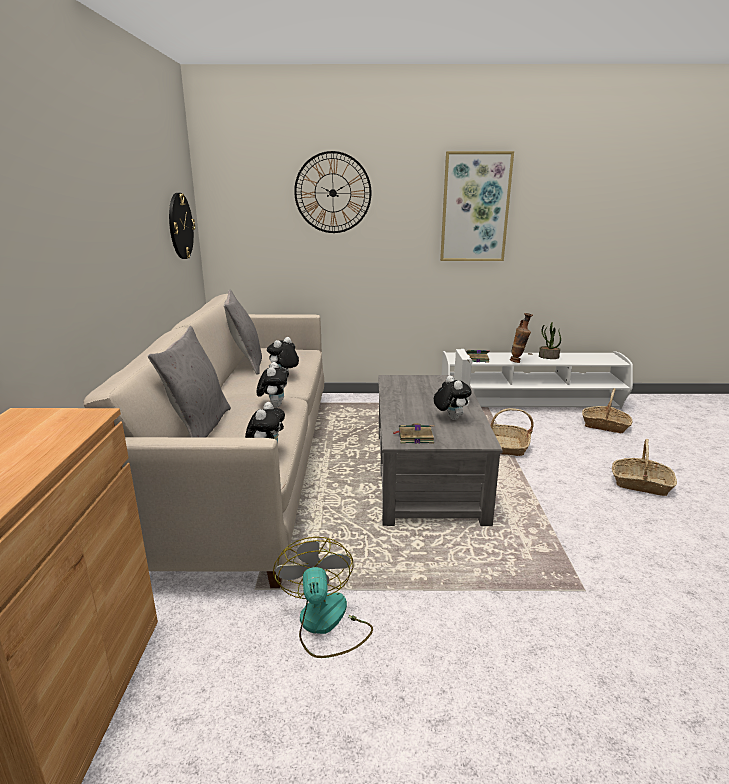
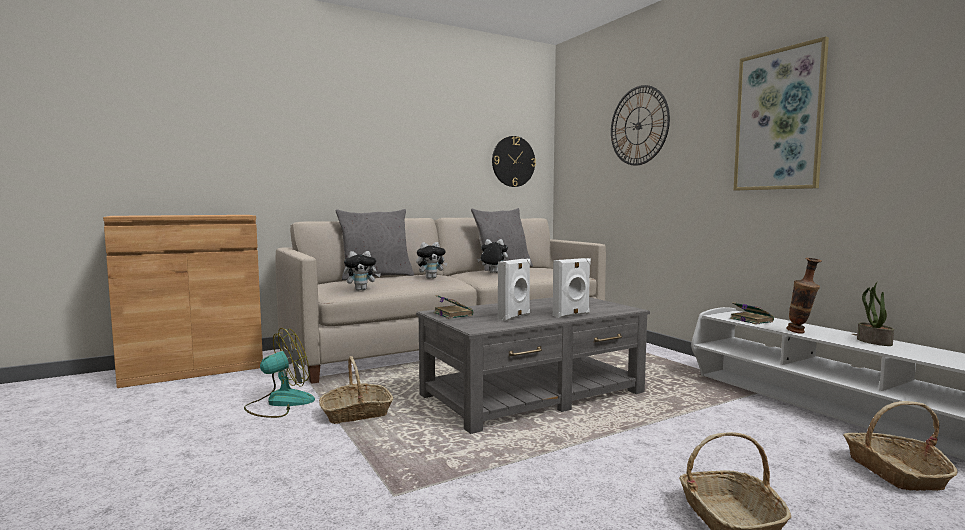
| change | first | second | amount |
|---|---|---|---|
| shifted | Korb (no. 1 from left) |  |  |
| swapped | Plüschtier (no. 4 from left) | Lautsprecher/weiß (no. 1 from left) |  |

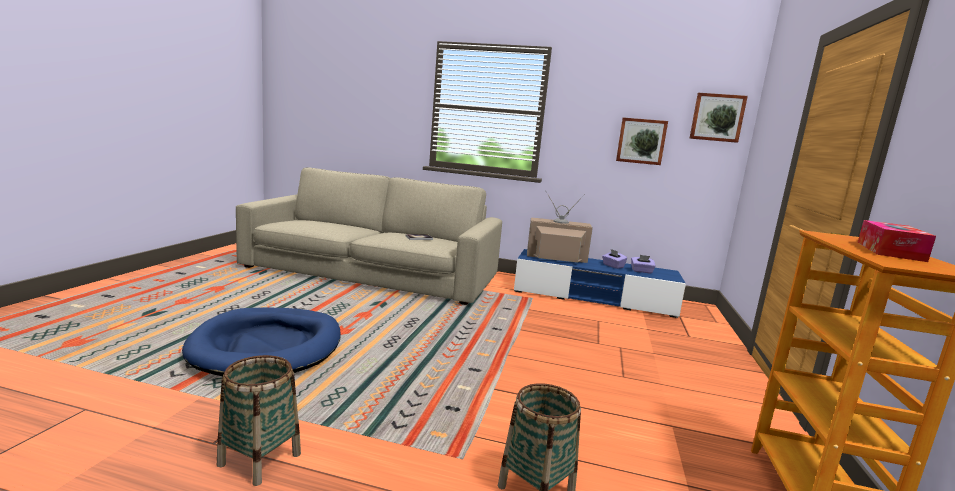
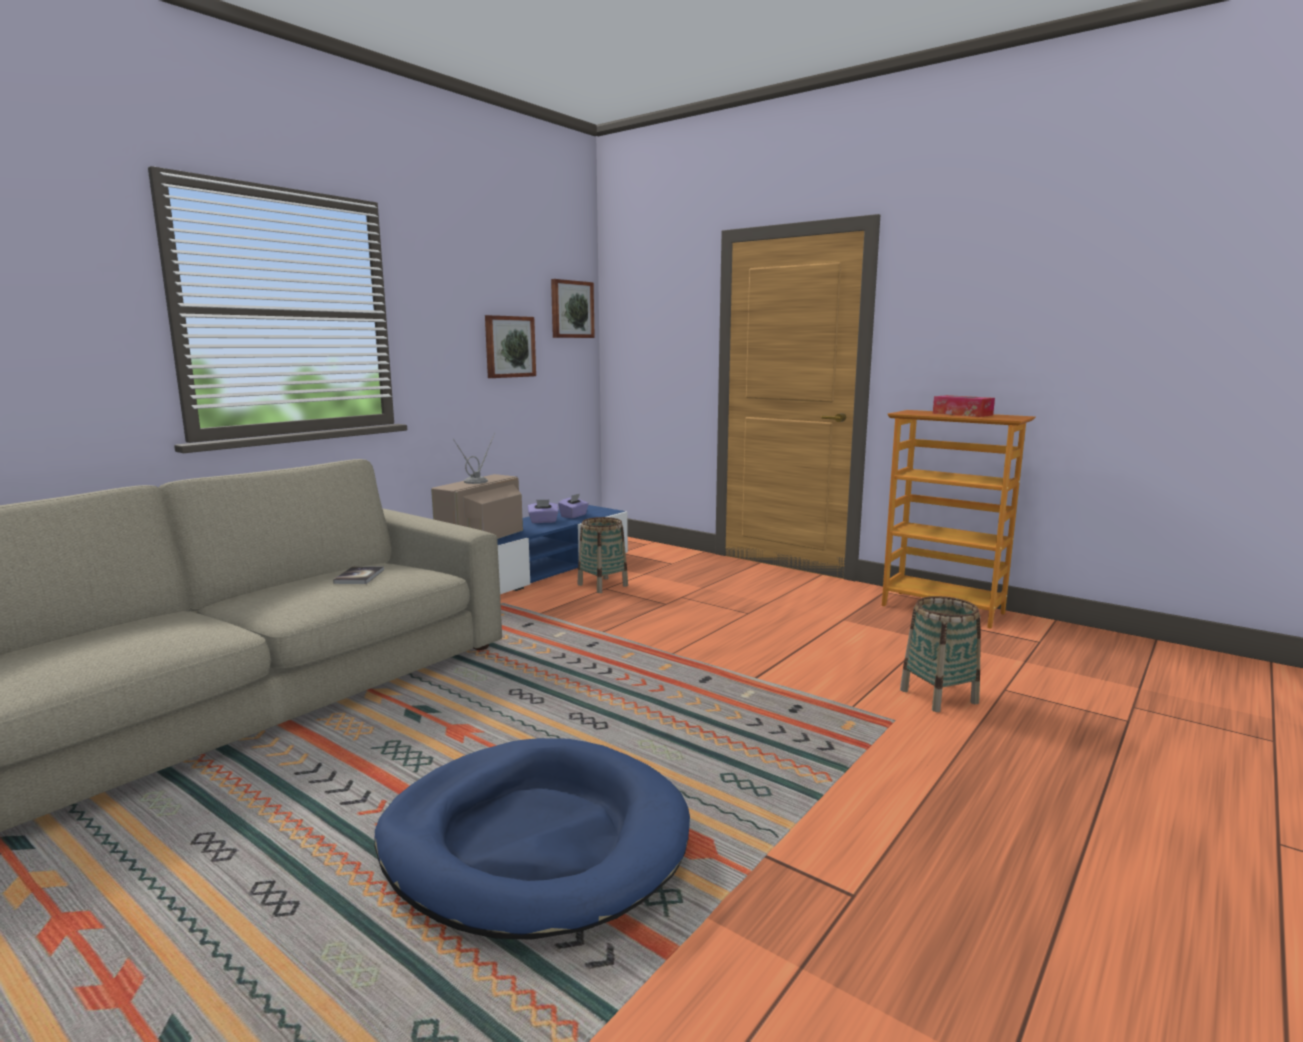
| change | first | second | amount |
|---|---|---|---|
| shifted | Korb (no. 1 from left) |  |  |

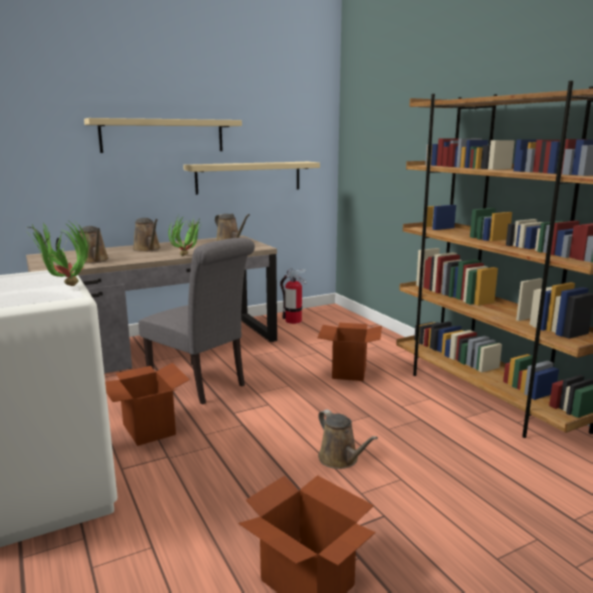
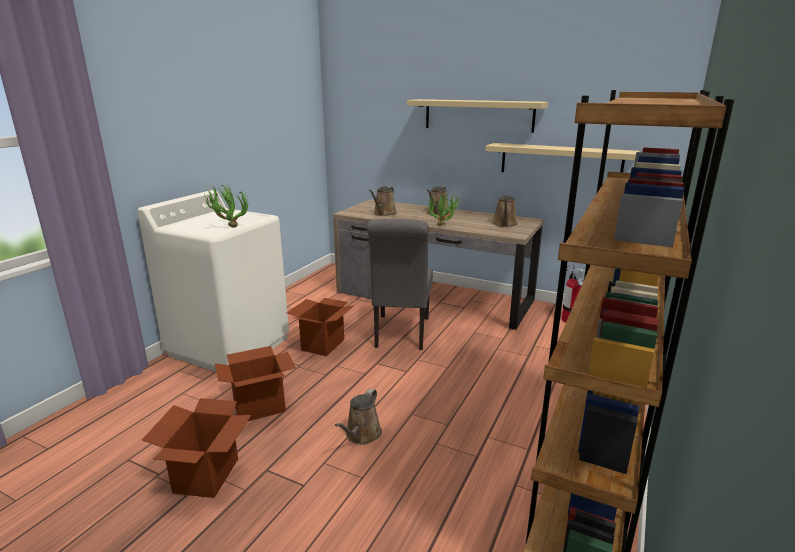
| change | first | second | amount |
|---|---|---|---|
| shifted | Karton (no. 3 from left in the first image) | Karton (no. 2 from left) |  |

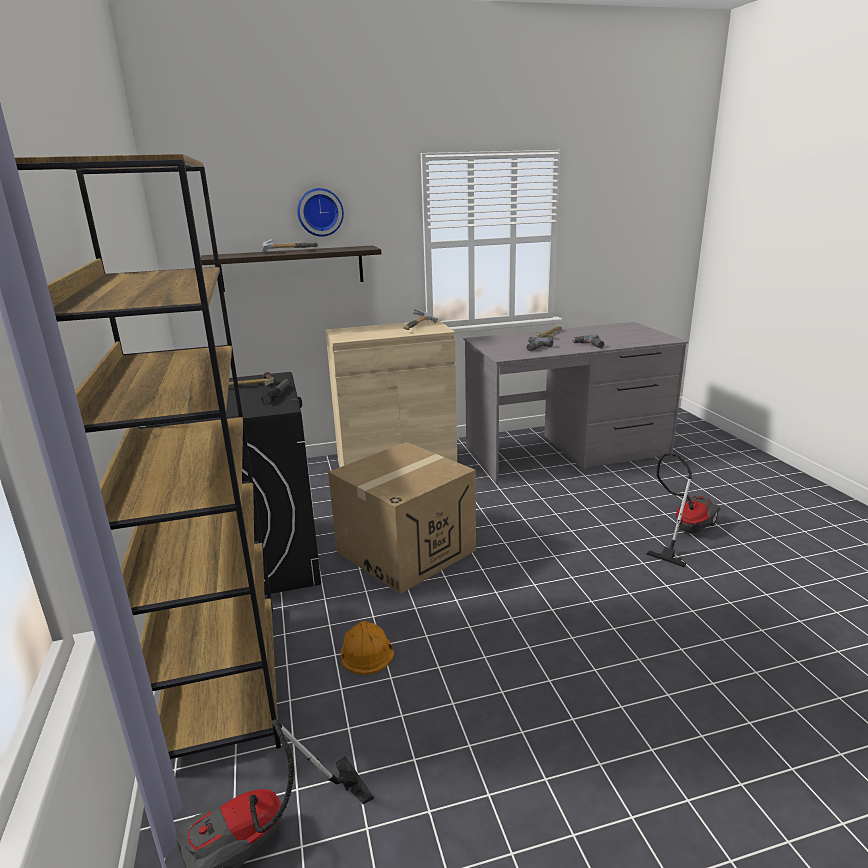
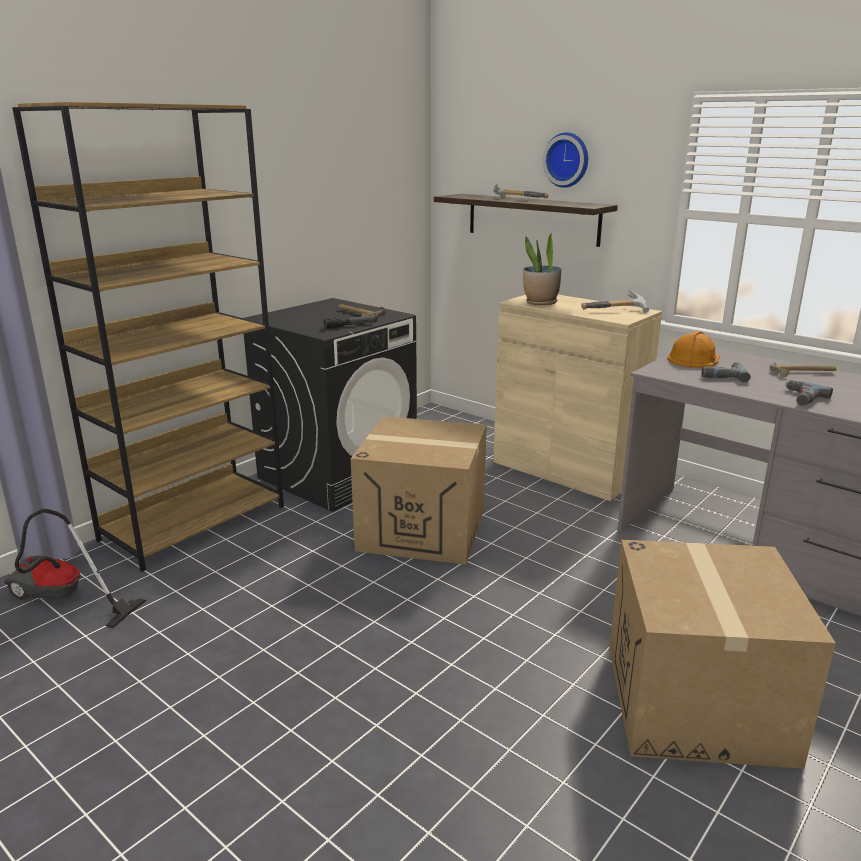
| change | first | second | amount |
|---|---|---|---|
| new |  | Topfpflanze |  |
| swapped | Staubsauger (no. 2 from left) | Karton (no. 2 from left) |  |
| shifted | Schutzhelm/orange |  |  |

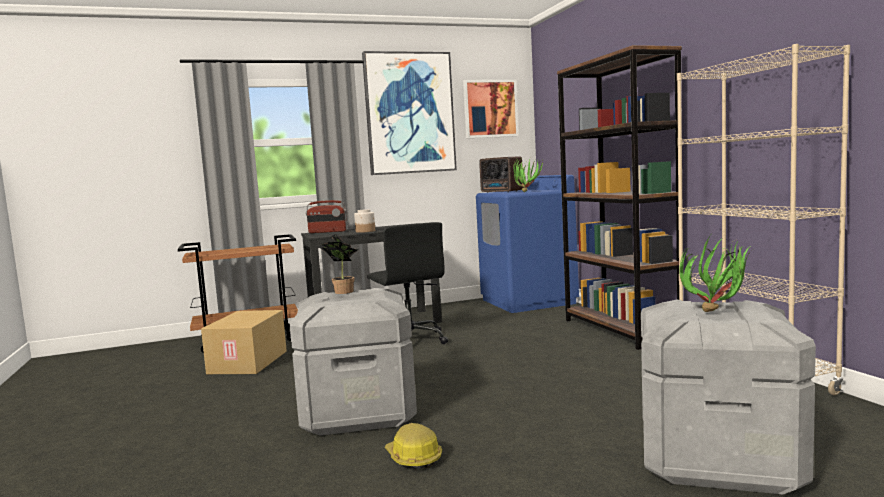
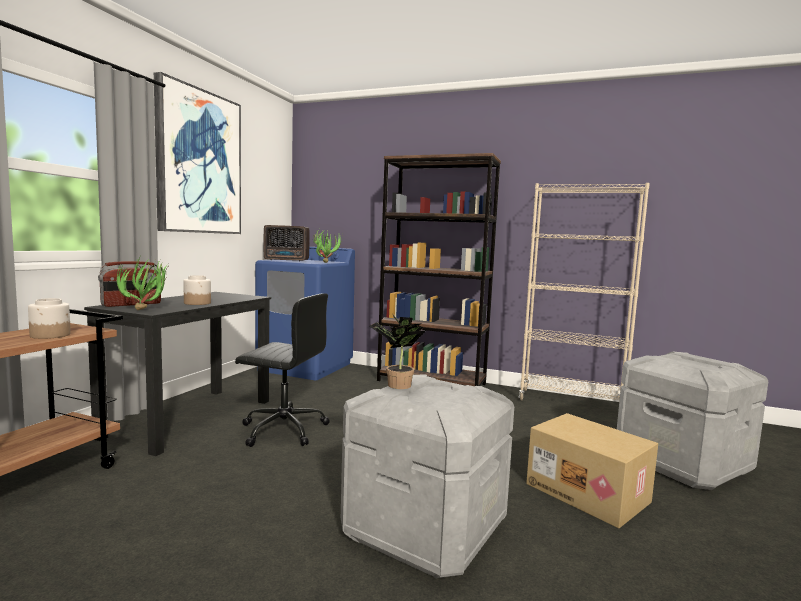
| change | first | second | amount |
|---|---|---|---|
| new |  | Vorratsglas (no. 1 from left) |  |
| shifted | Topfpflanze (no. 3 from left in the first image) | Topfpflanze (no. 1 from left) |  |
| shifted | Karton |  |  |
| gone | Schutzhelm |  |  |
| gone | Bild (no. 2 from left) |  |  |

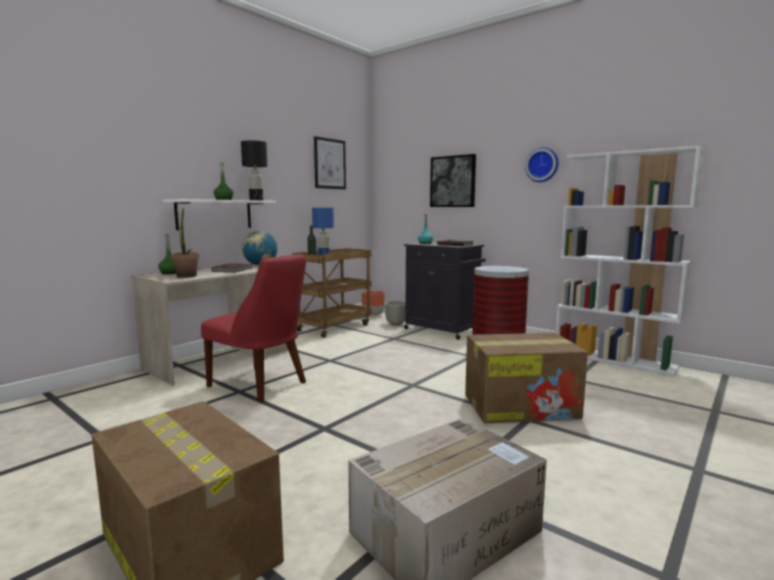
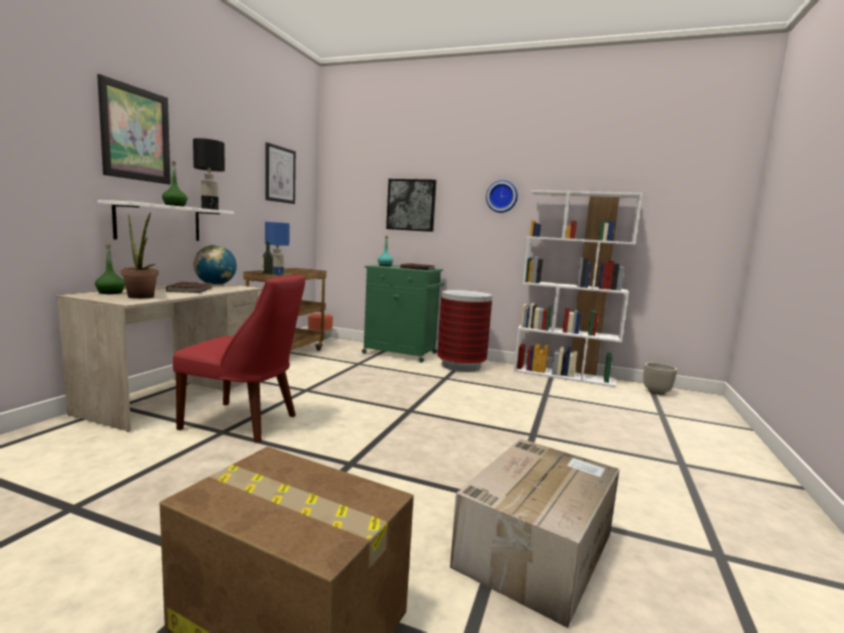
| change | first | second | amount |
|---|---|---|---|
| new |  | Bild (no. 1 from left) |  |
| repainted | Schrank/schwarz | Schrank/grün |  |
| shifted | Pflanzkübel/grau |  |  |
| gone | Karton (no. 3 from left) |  |  |

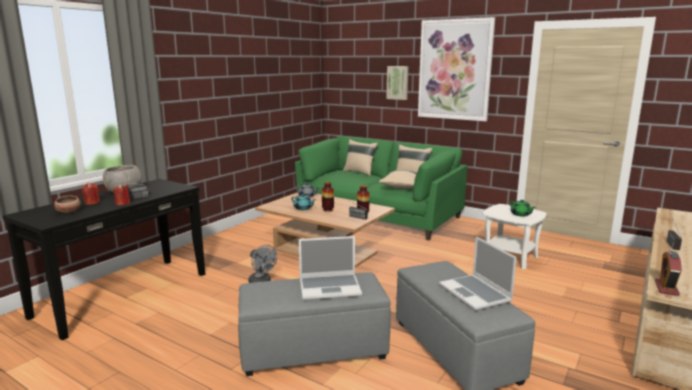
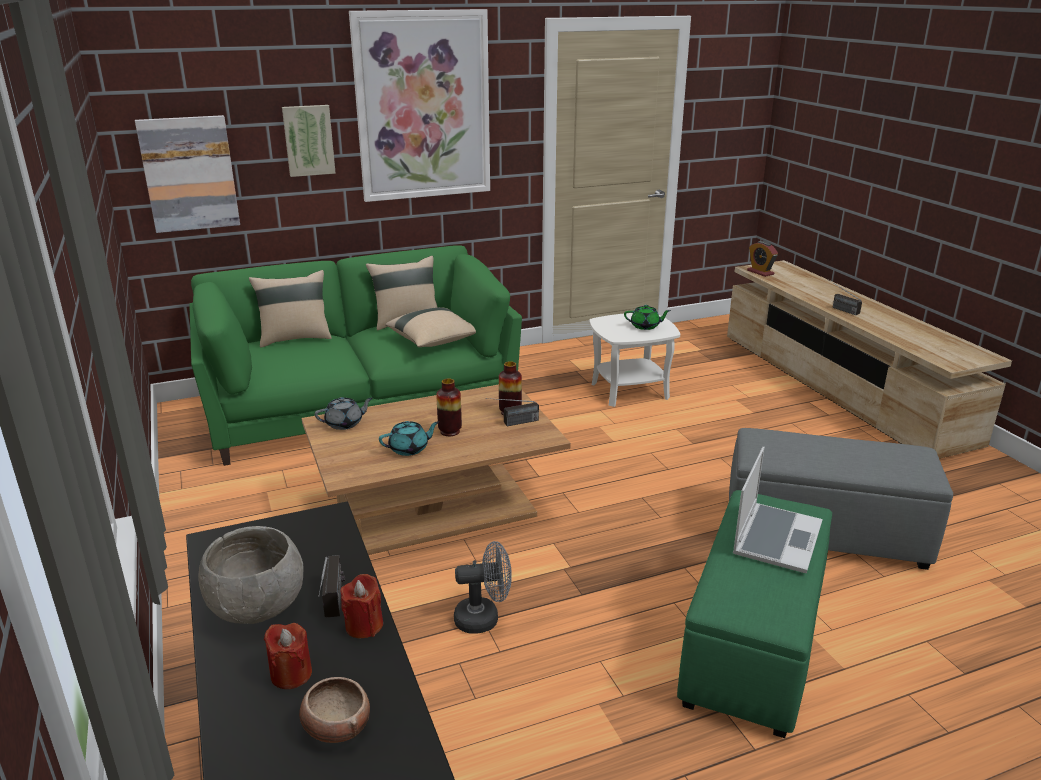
| change | first | second | amount |
|---|---|---|---|
| new |  | Bild (no. 1 from left) |  |
| repainted | Polsterhocker/grau (no. 1 from left) | Polsterhocker/grün |  |
| shifted | Wecker |  |  |
| gone | Laptop (no. 2 from left) |  |  |

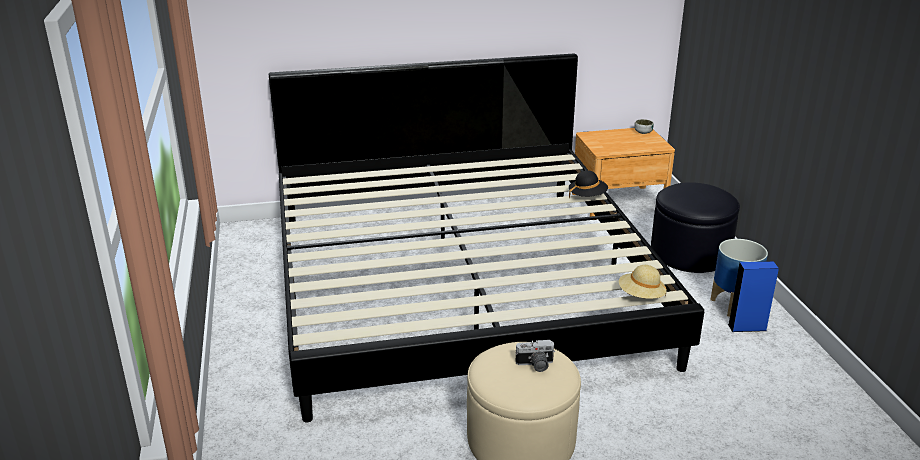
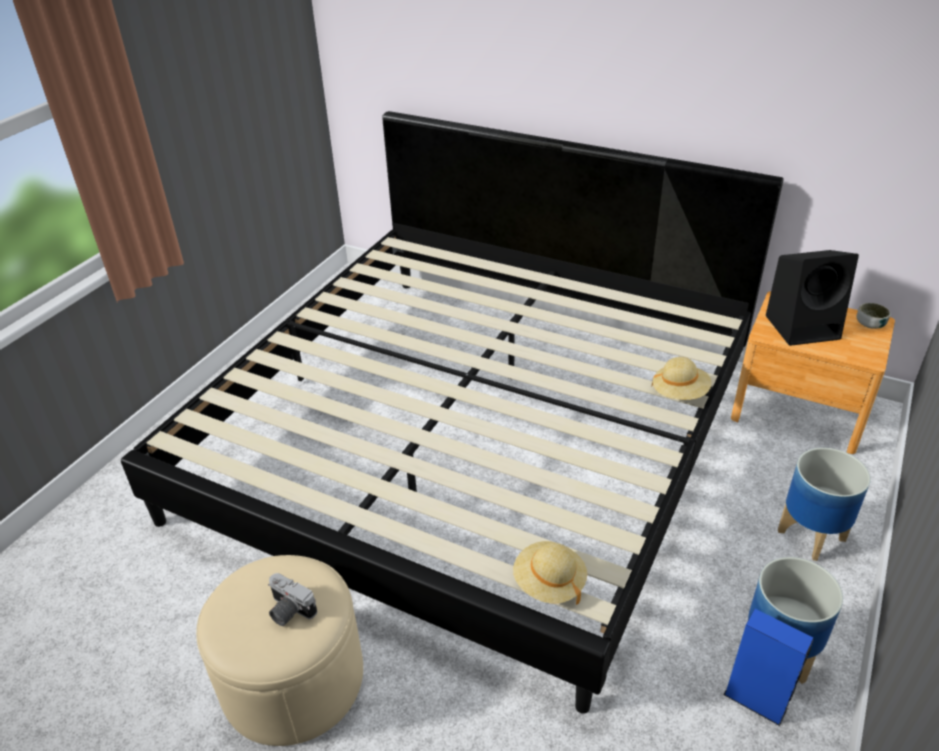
| change | first | second | amount |
|---|---|---|---|
| repainted | Hut/schwarz | Hut/beige (no. 2 from left) |  |
| new |  | Lautsprecher/schwarz |  |
| swapped | Polsterhocker/schwarz | Pflanzkübel (no. 2 from left) |  |

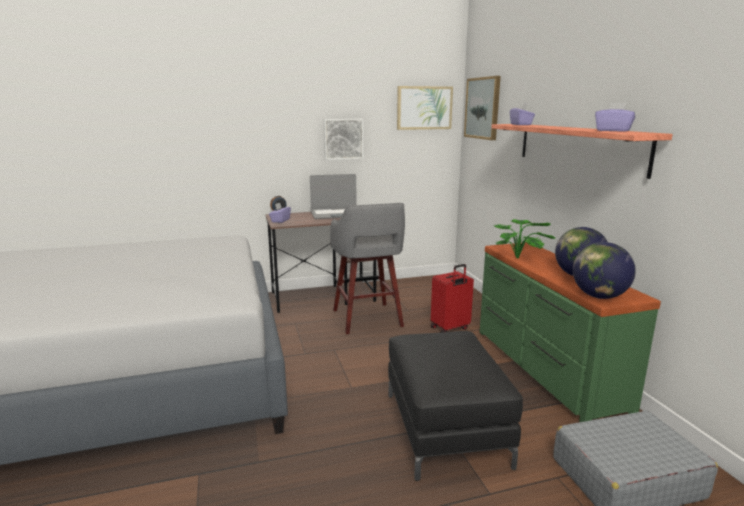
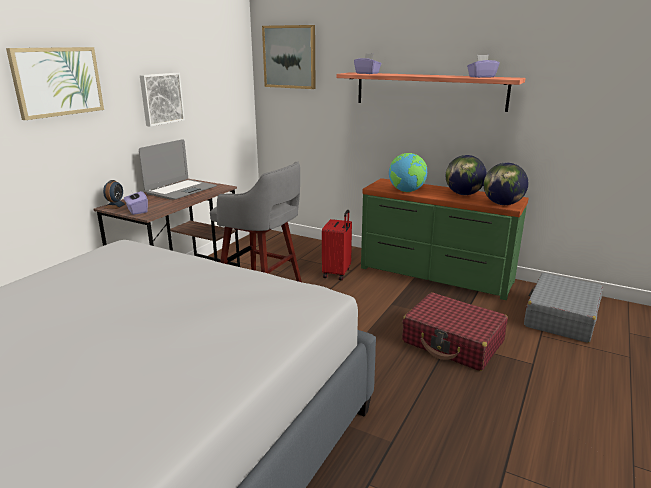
| change | first | second | amount |
|---|---|---|---|
| shifted | Bild (no. 2 from left in the first image) | Bild (no. 1 from left) |  |
| swapped | Topfpflanze | Globus (no. 1 from left) |  |
| swapped | Polsterhocker/schwarz | Koffer/rot (no. 2 from left) |  |

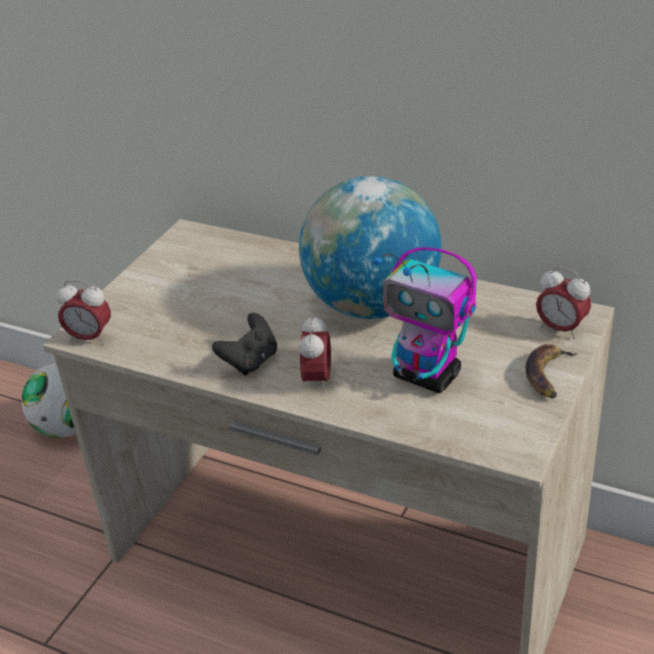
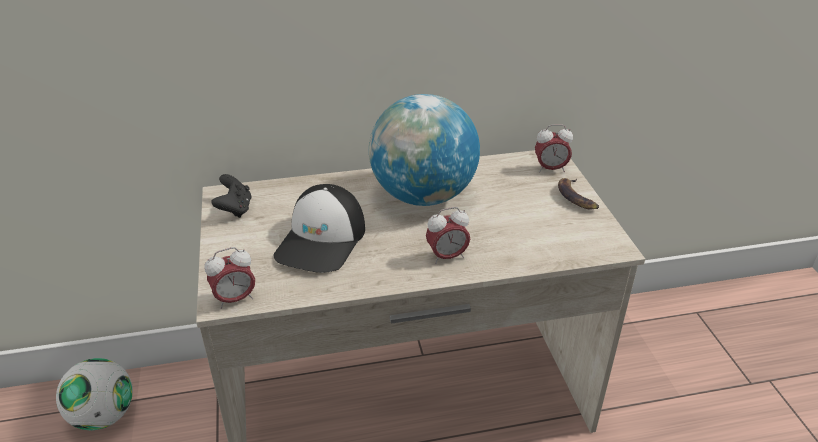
| change | first | second | amount |
|---|---|---|---|
| shifted | Gamepad/schwarz |  |  |
| new |  | Kappe |  |
| rotated | Wecker (no. 2 from left) |  | 105 degrees clockwise |
| gone | Spielzeugroboter |  |  |

